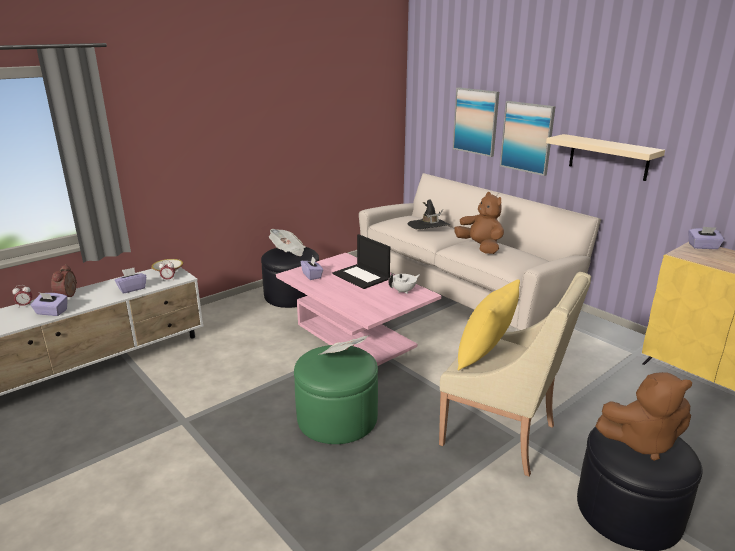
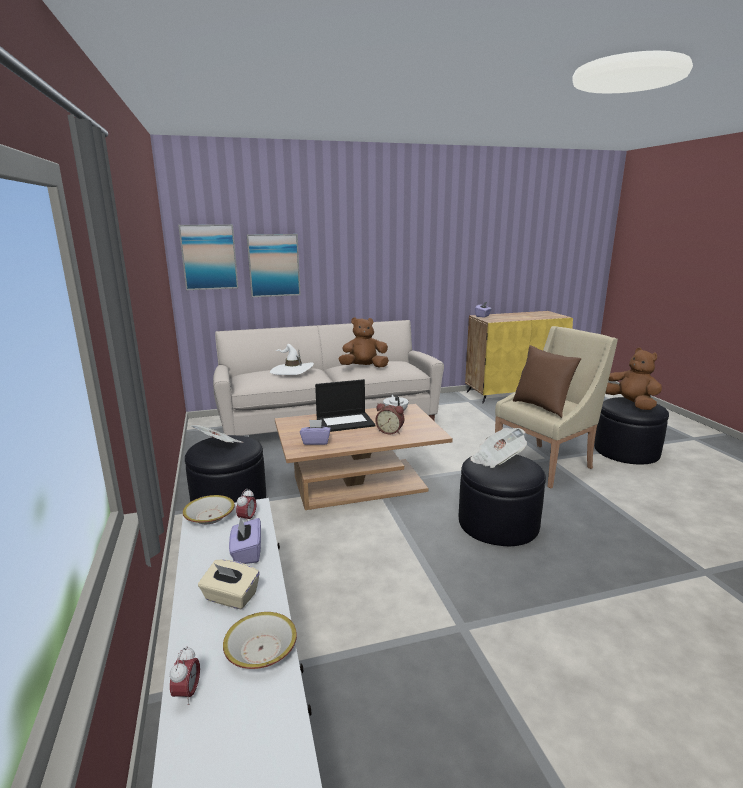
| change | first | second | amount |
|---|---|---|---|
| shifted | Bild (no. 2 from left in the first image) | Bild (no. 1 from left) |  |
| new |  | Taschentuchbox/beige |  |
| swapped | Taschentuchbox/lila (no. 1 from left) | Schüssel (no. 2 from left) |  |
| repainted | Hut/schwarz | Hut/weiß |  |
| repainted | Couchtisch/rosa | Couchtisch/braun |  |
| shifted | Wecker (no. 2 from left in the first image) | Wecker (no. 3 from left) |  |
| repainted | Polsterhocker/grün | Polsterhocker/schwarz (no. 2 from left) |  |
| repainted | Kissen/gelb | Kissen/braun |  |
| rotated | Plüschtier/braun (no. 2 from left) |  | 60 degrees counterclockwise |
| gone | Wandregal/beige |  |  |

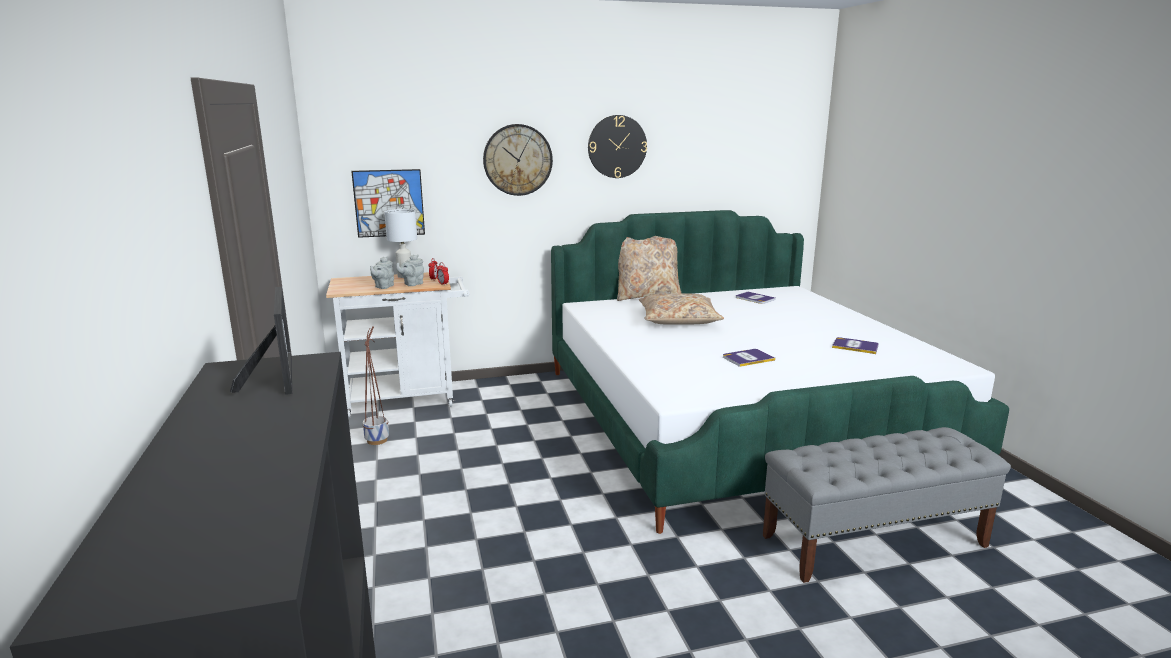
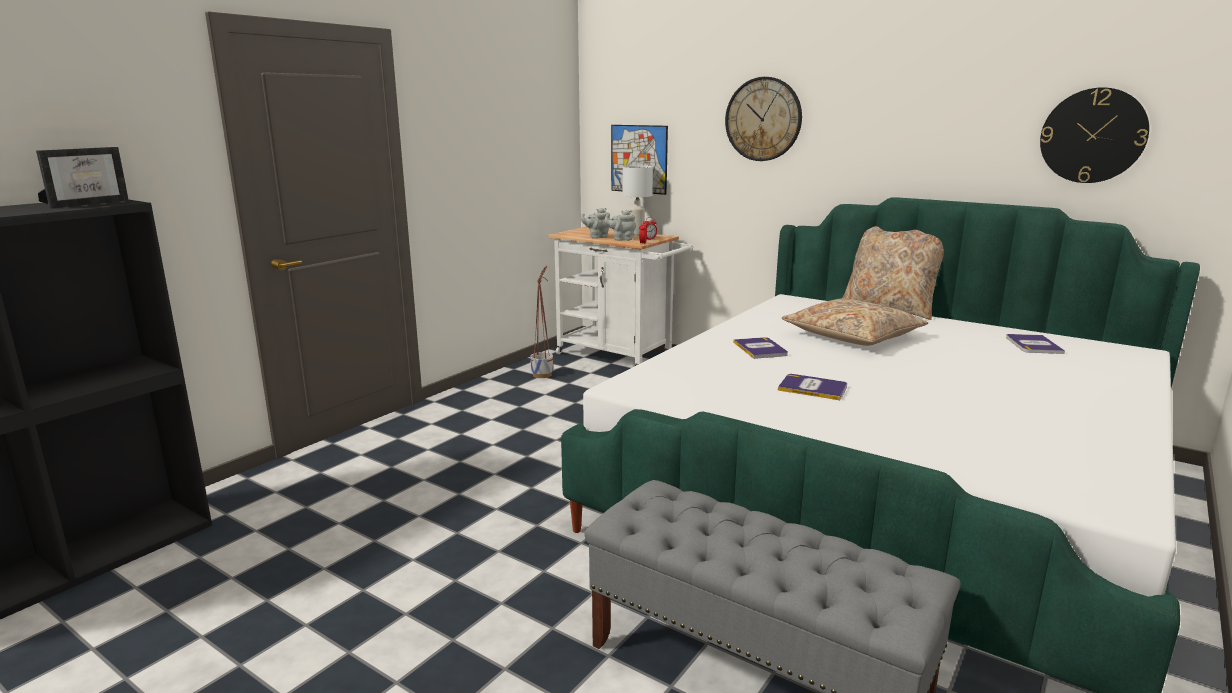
| change | first | second | amount |
|---|---|---|---|
| shifted | Buch (no. 3 from left in the first image) | Buch (no. 1 from left) |  |
| shifted | Wanduhr (no. 2 from left) |  |  |

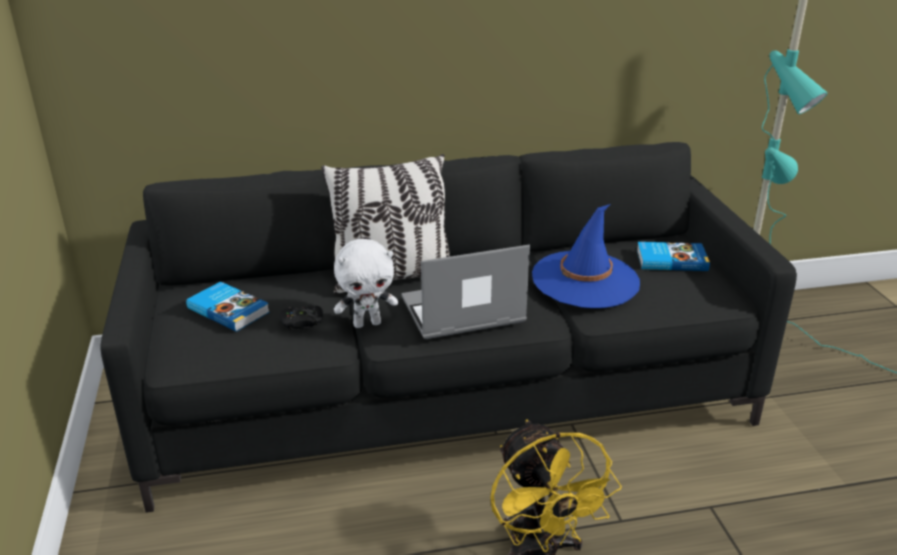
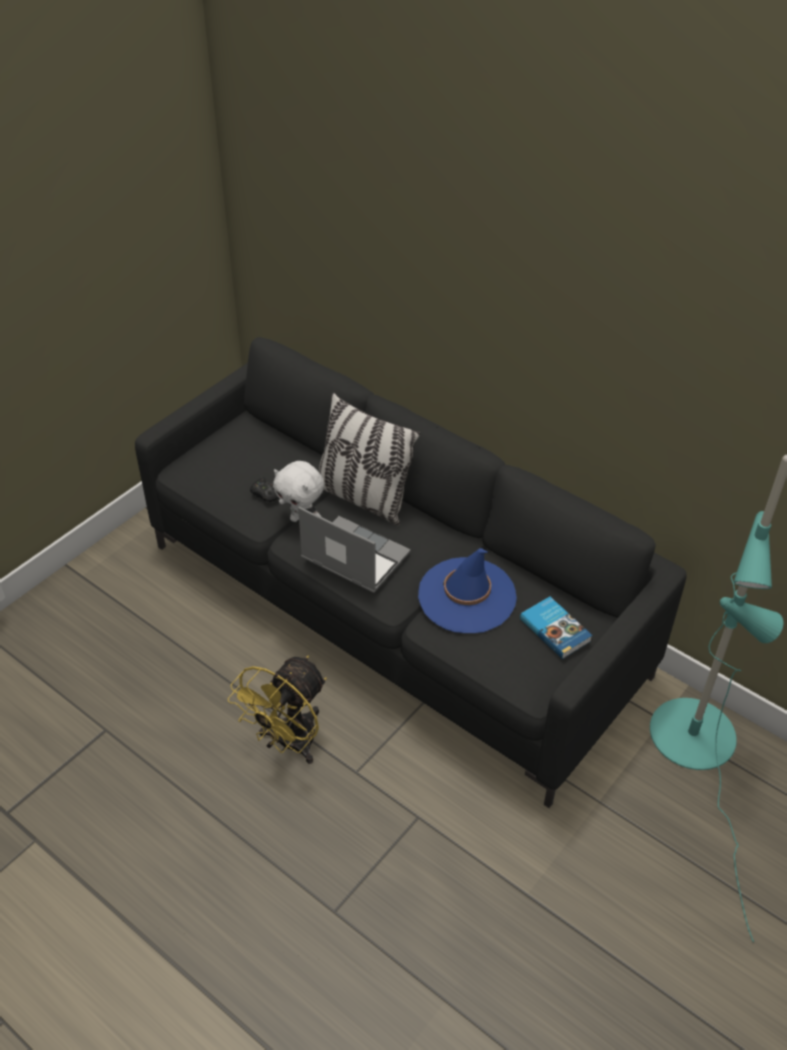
| change | first | second | amount |
|---|---|---|---|
| gone | Buch (no. 1 from left) |  |  |

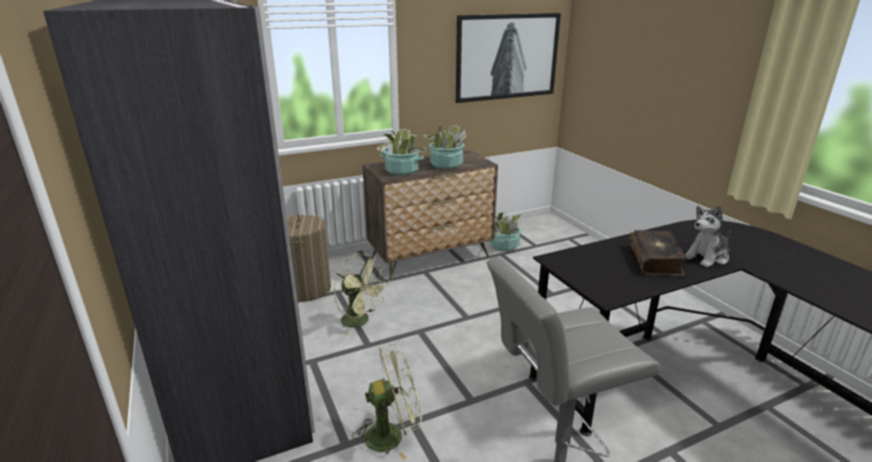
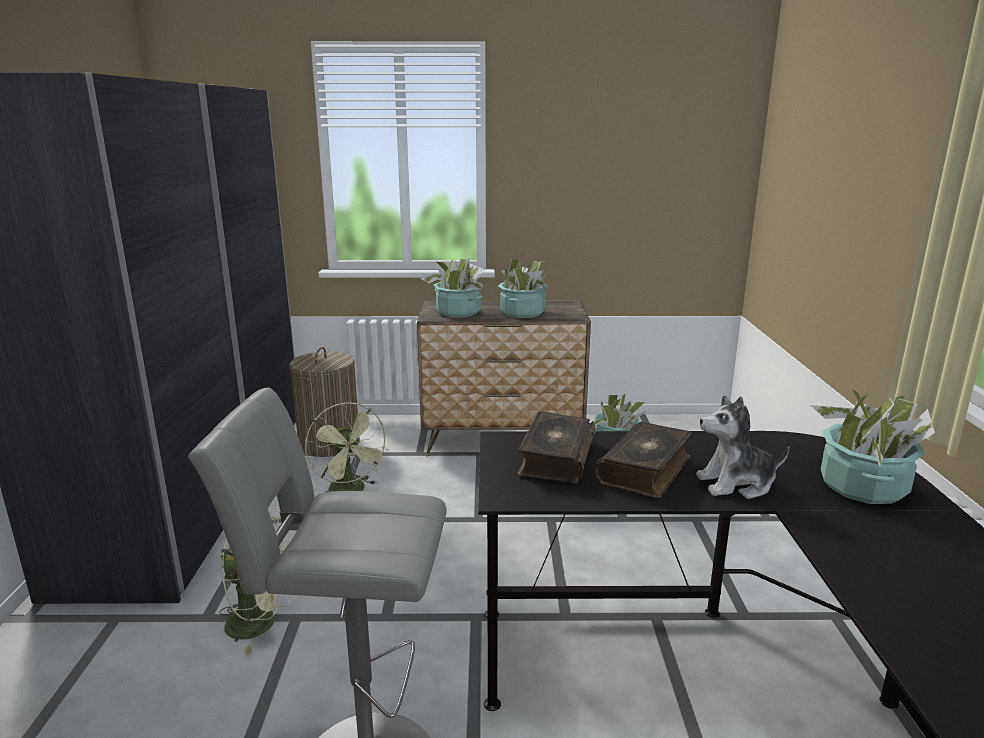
| change | first | second | amount |
|---|---|---|---|
| new |  | Buch (no. 1 from left) |  |
| new |  | Topfpflanze (no. 4 from left) |  |
| gone | Bild |  |  |

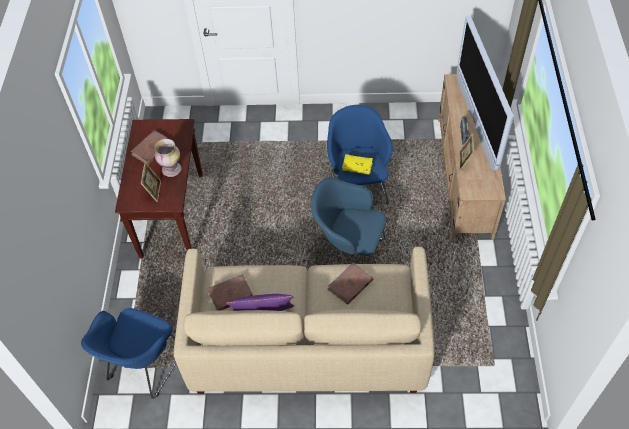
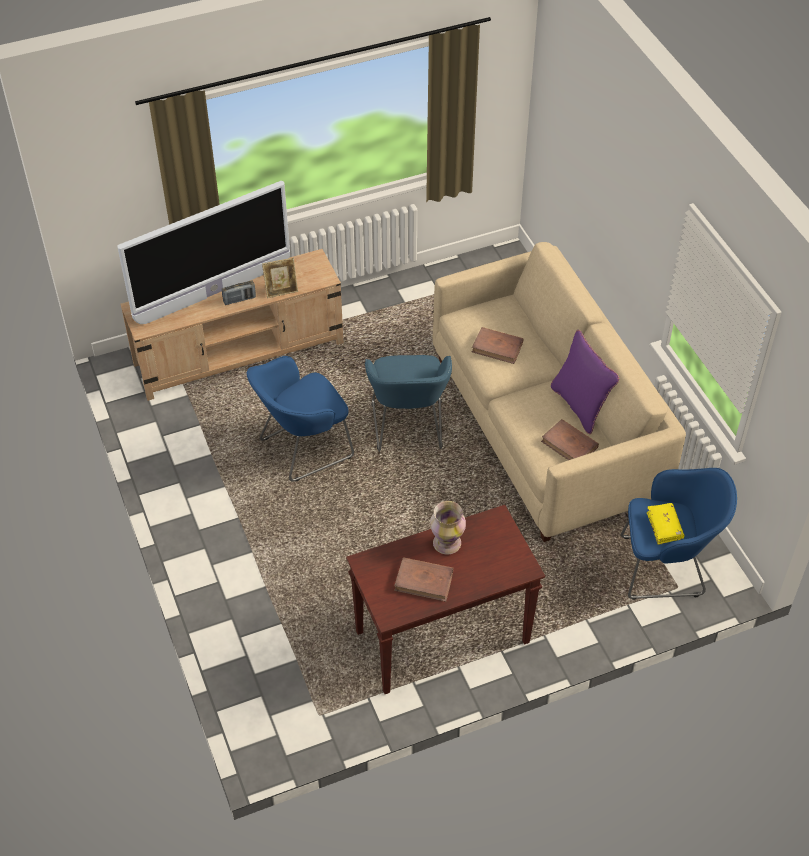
| change | first | second | amount |
|---|---|---|---|
| shifted | Buch/gelb |  |  |
| gone | Bilderrahmen (no. 1 from left) |  |  |

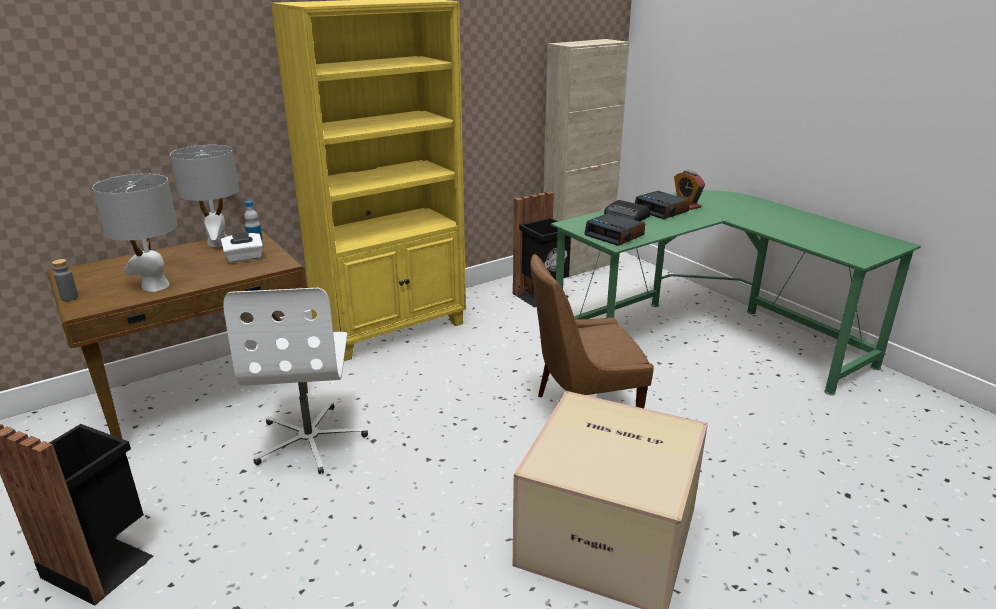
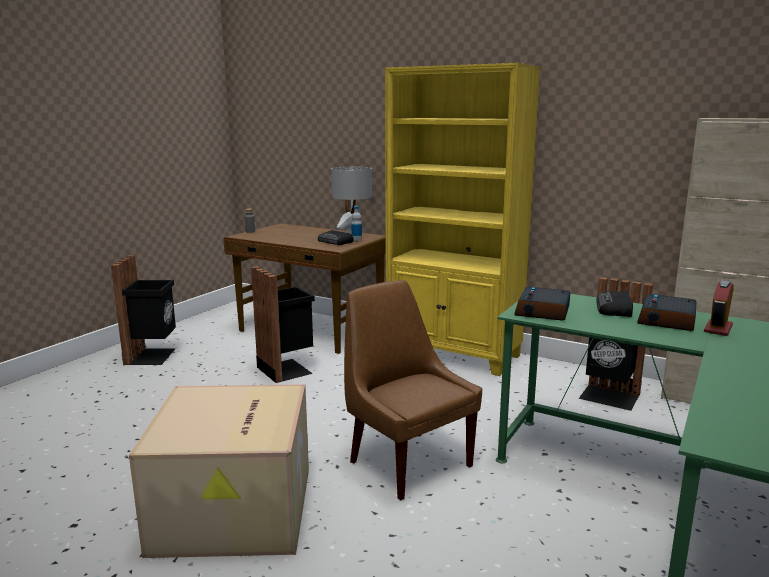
| change | first | second | amount |
|---|---|---|---|
| swapped | Bürostuhl/weiß | Mülleimer/schwarz (no. 2 from left) |  |
| swapped | Taschentuchbox/weiß | Radio (no. 1 from left) |  |
| gone | Tischlampe/grau (no. 1 from left) |  |  |

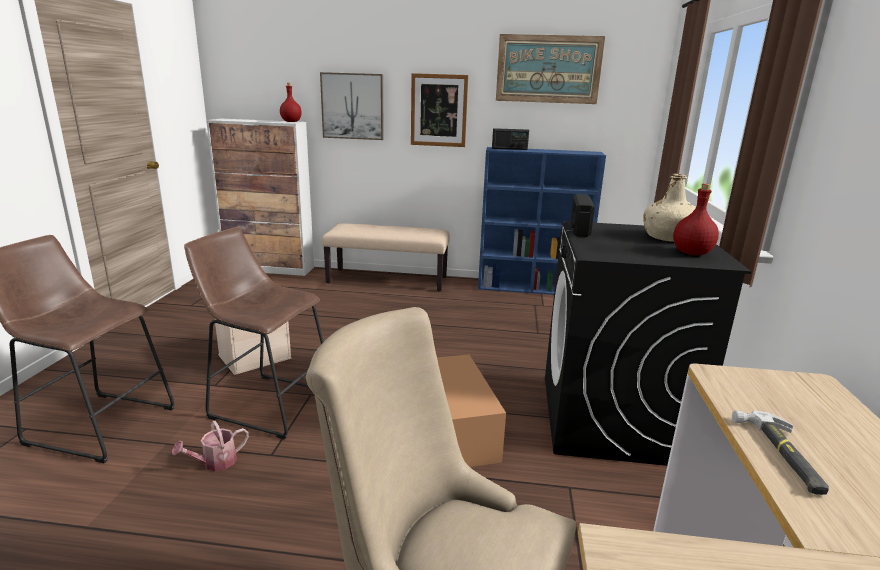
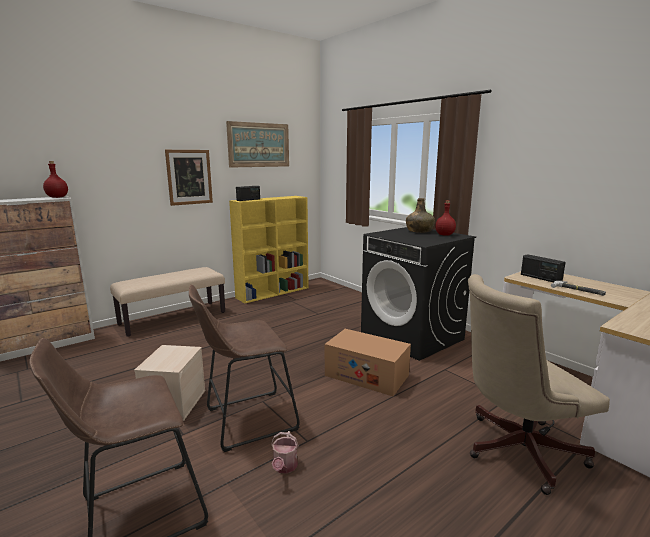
| change | first | second | amount |
|---|---|---|---|
| repainted | Bücherregal/blau | Bücherregal/gelb |  |
| repainted | Flasche/beige | Flasche/grün |  |
| shifted | Radio (no. 2 from left) |  |  |
| gone | Bild (no. 1 from left) |  |  |

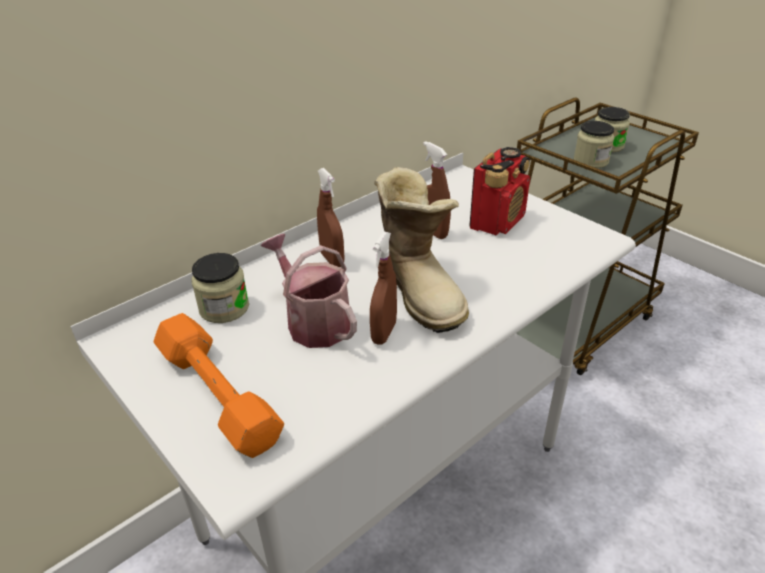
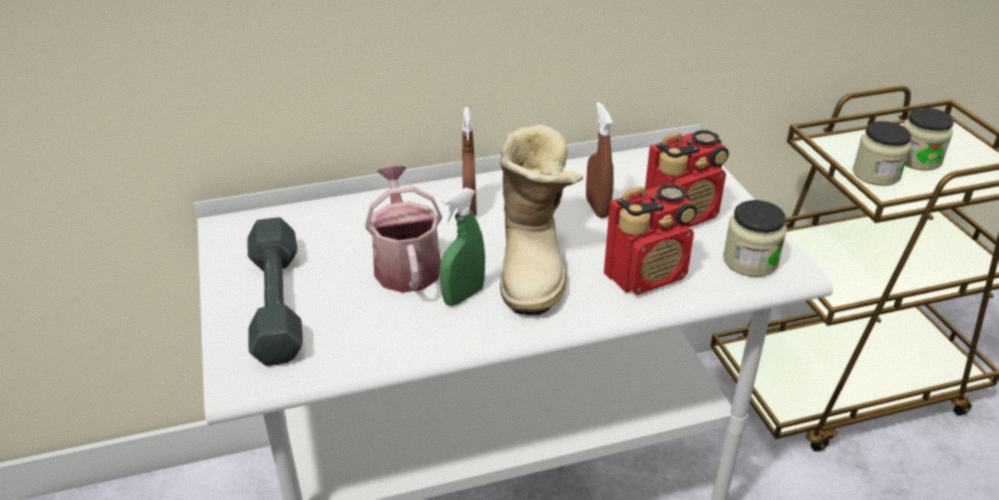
| change | first | second | amount |
|---|---|---|---|
| repainted | Hantel/orange | Hantel/grau |  |
| repainted | Sprühflasche/braun (no. 2 from left) | Sprühflasche/grün |  |
| new |  | Radio (no. 1 from left) |  |
| shifted | Vorratsglas (no. 1 from left) |  |  |

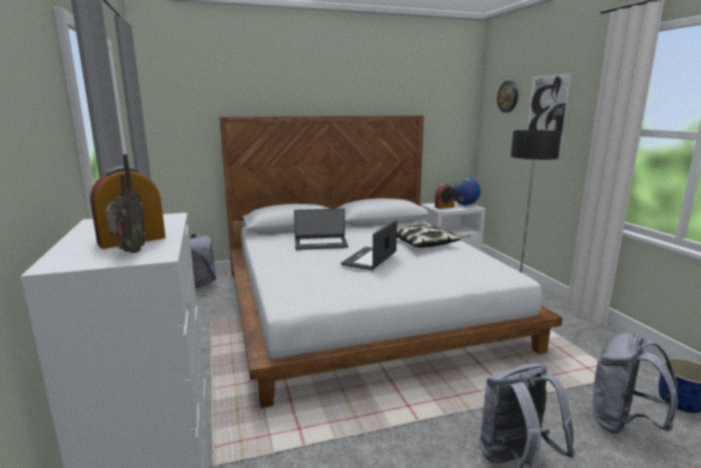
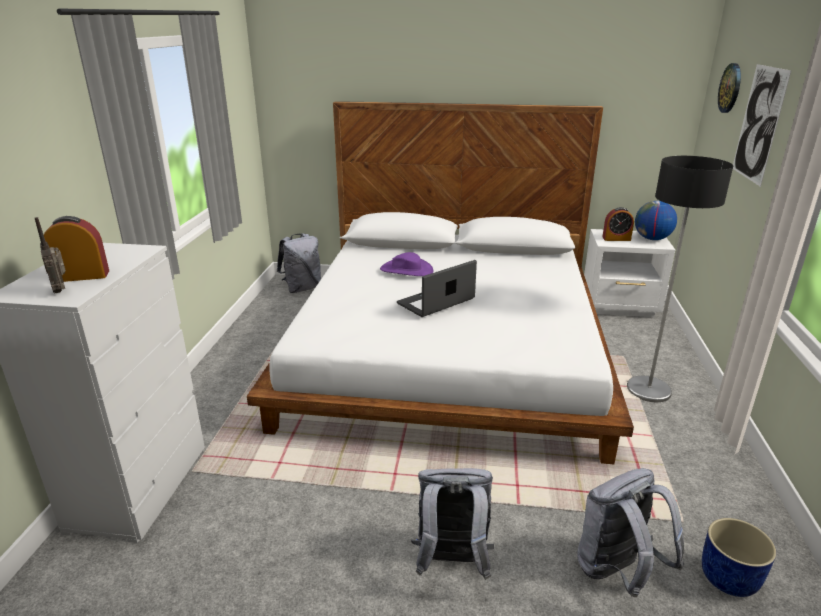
| change | first | second | amount |
|---|---|---|---|
| rotated | Radio |  | 120 degrees clockwise |
| swapped | Laptop (no. 1 from left) | Hut/lila |  |
| gone | Kissen |  |  |

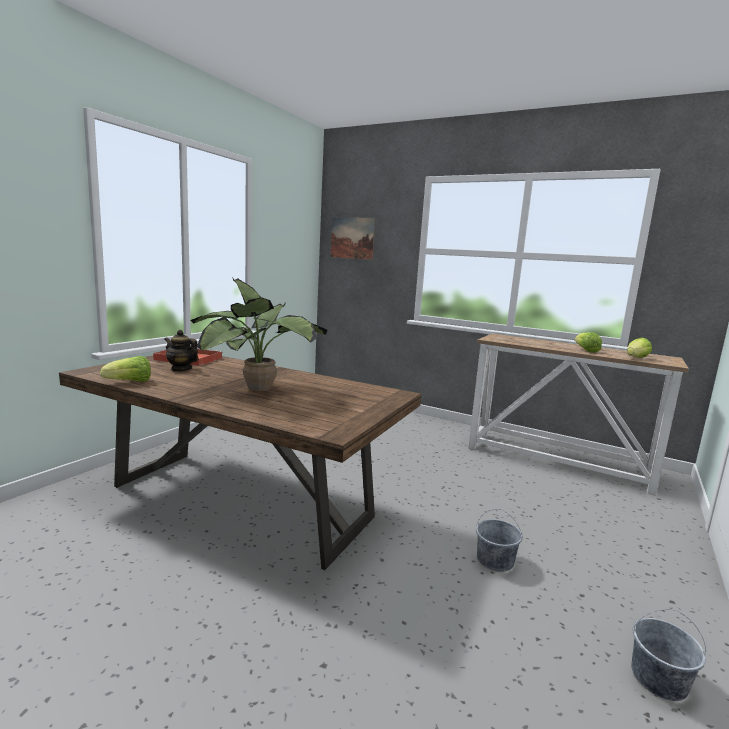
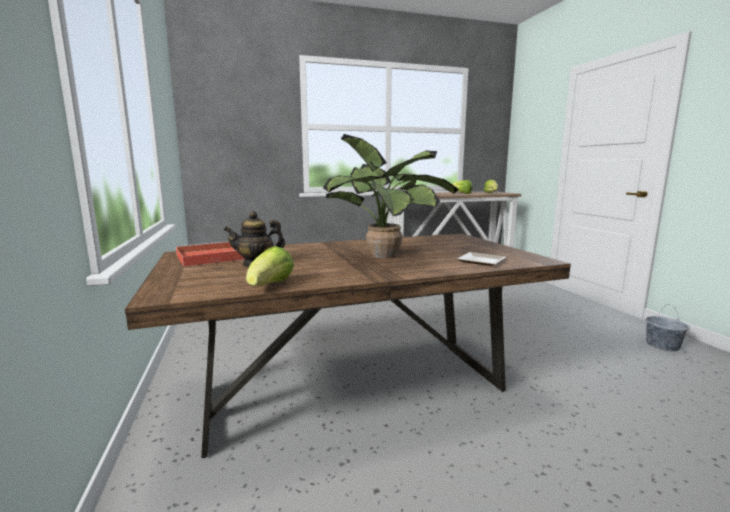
| change | first | second | amount |
|---|---|---|---|
| new |  | Teller |  |
| gone | Bild |  |  |
| gone | Eimer/grau (no. 1 from left) |  |  |

